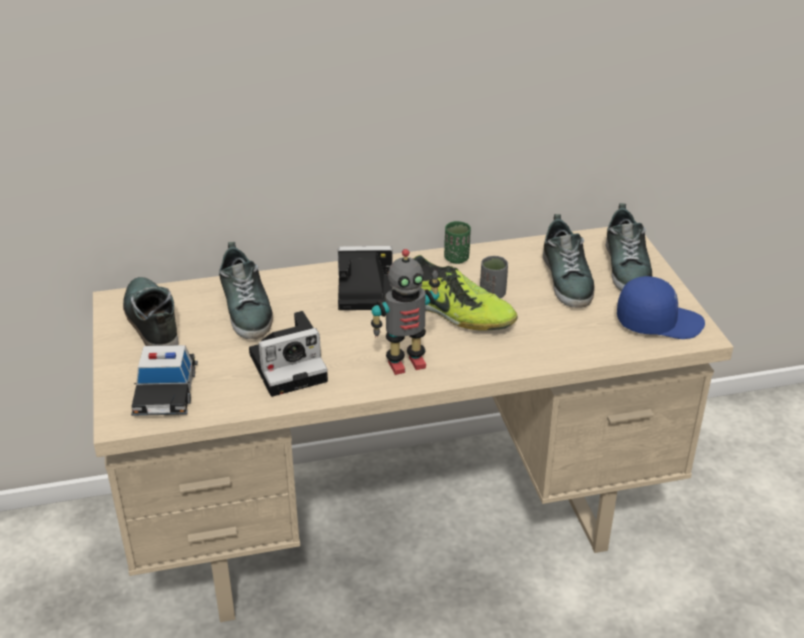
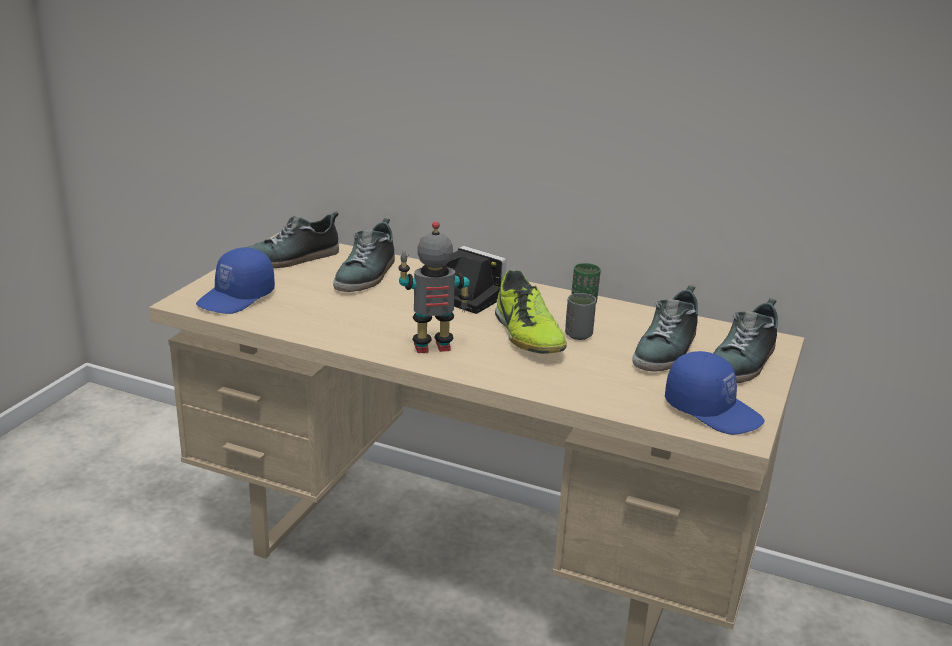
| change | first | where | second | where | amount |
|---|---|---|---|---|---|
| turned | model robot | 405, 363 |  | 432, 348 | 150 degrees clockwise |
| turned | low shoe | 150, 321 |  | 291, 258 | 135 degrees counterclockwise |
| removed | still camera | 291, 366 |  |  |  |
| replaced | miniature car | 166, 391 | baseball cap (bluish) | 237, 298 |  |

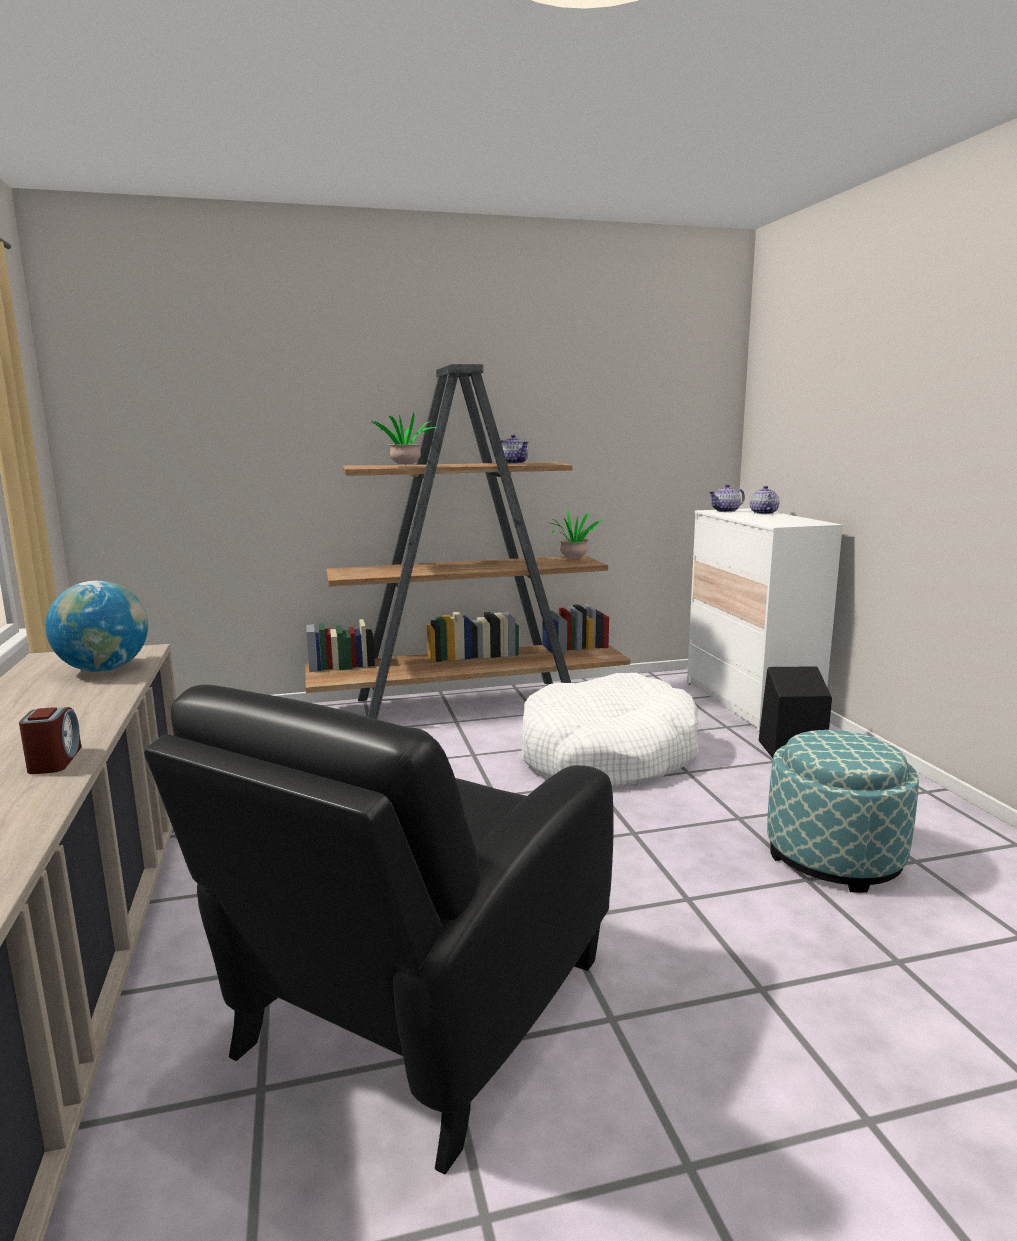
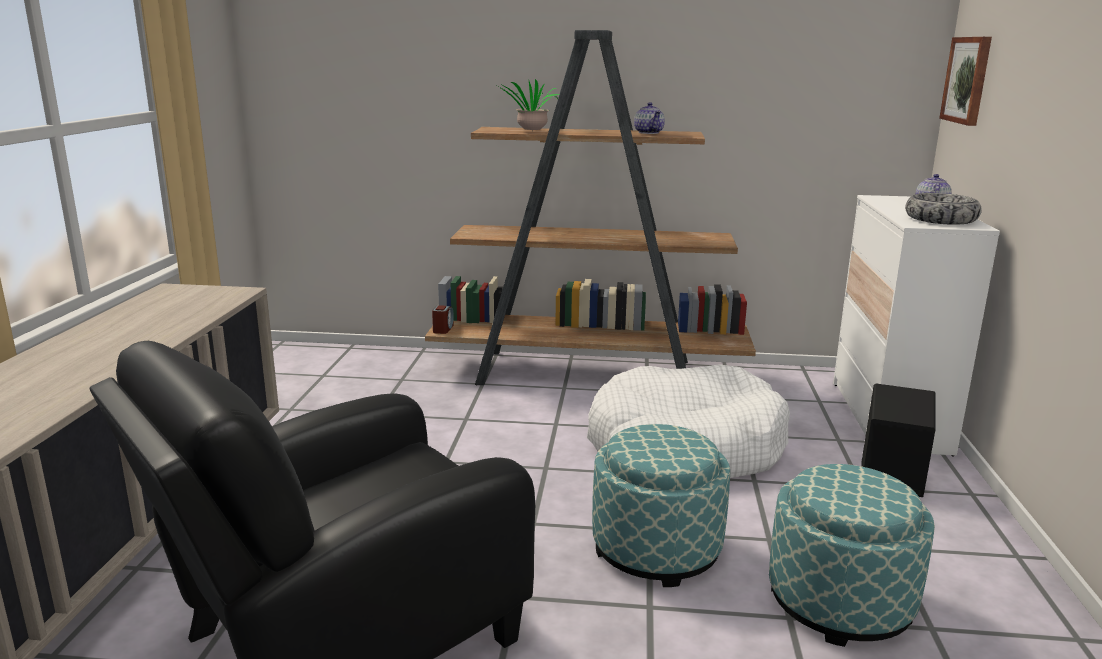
| change | first | where | second | where | amount |
|---|---|---|---|---|---|
| removed | tea pot | 726, 511 |  |  |  |
| removed | houseplant | 574, 559 |  |  |  |
| removed | desk globe | 104, 669 |  |  |  |
| moved | bedside clock | 55, 760 |  | 443, 329 |  |
| added |  |  | wall picture | 968, 80 |  |
| added |  |  | deep dish | 941, 219 |  |
| added |  |  | footrest | 656, 549 |  |

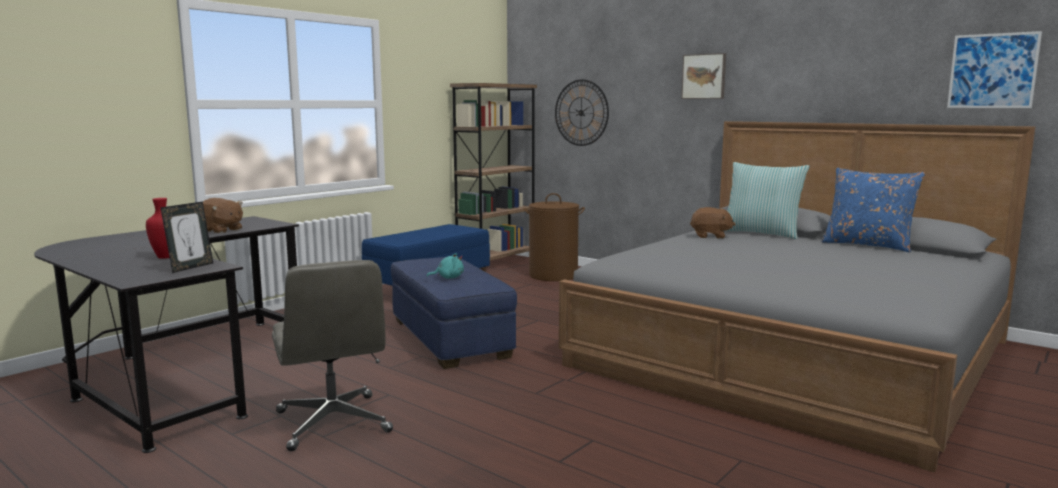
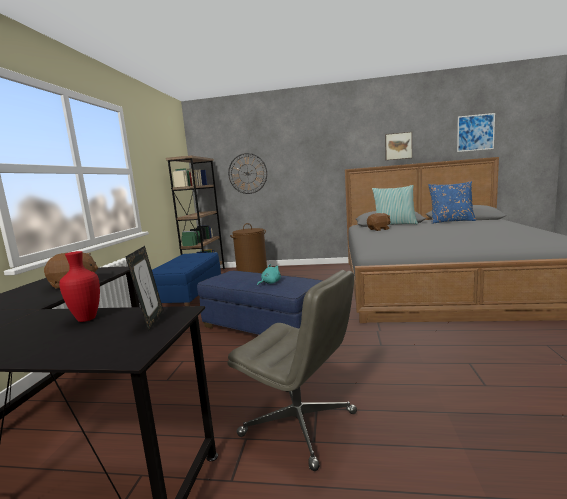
| change | first | where | second | where | amount |
|---|---|---|---|---|---|
| moved | wall picture | 704, 76 |  | 398, 146 |  |

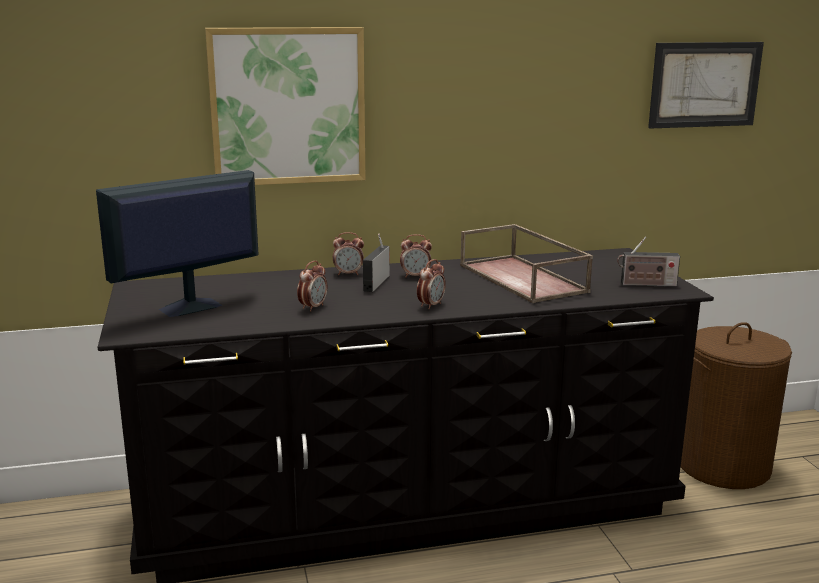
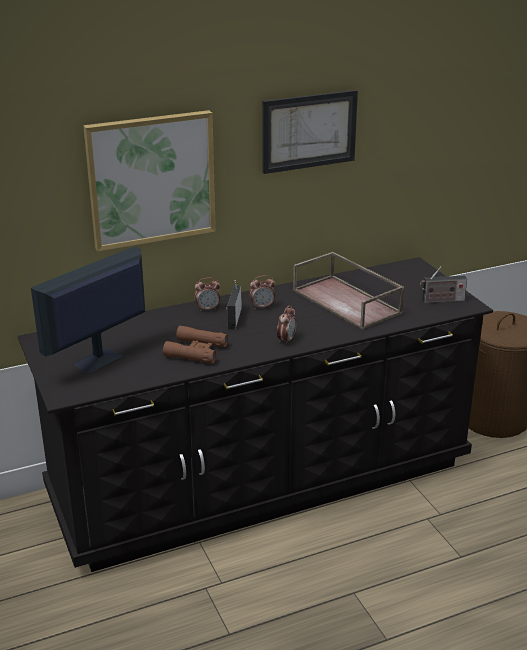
| change | first | where | second | where | amount |
|---|---|---|---|---|---|
| moved | wall picture | 704, 84 |  | 309, 131 |  |
| replaced | bedside clock | 313, 307 | field glasses (brown) | 196, 351 |  |

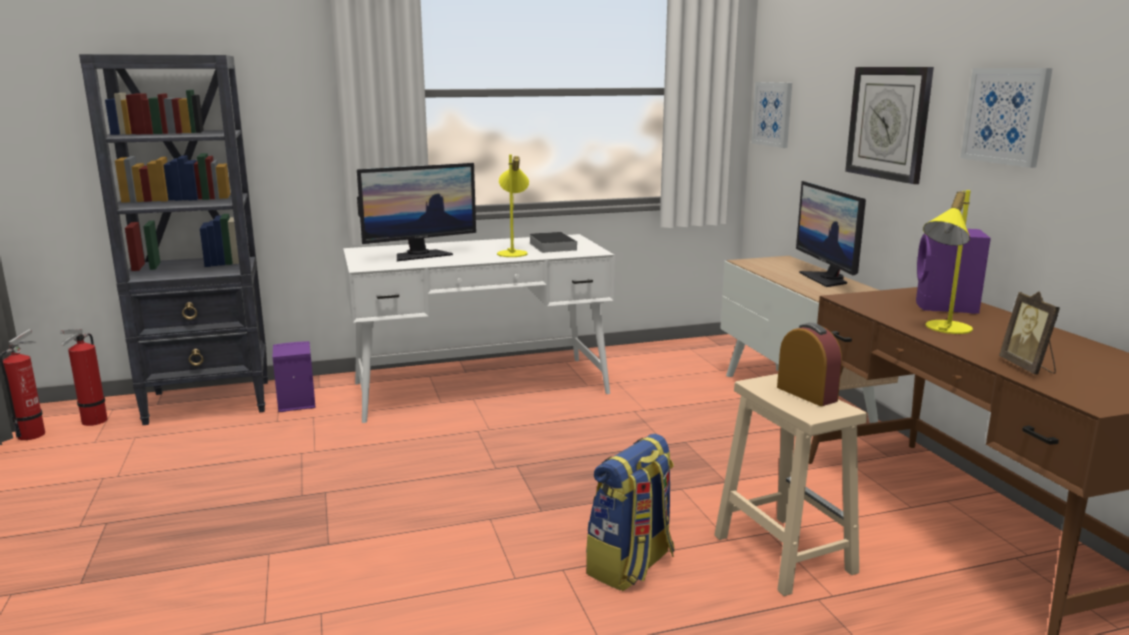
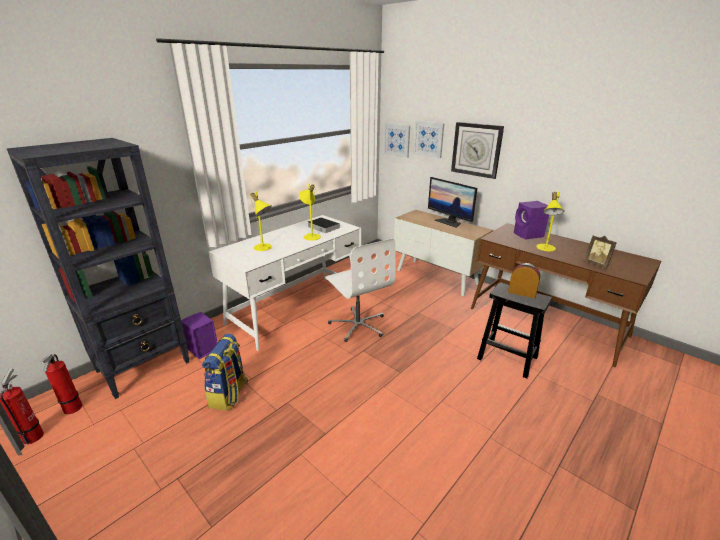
| change | first | where | second | where | amount |
|---|---|---|---|---|---|
| moved | wall picture | 1006, 116 |  | 429, 139 |  |
| replaced | monitor | 420, 255 | table lamp (yellow-coloured) | 264, 248 |  |
| recoloured | stool (beige) | 781, 552 | stool (black) | 506, 357 |  |
| moved | backpack | 631, 566 |  | 229, 395 |  |
| added |  |  | desk chair (whitish) | 358, 325 |  |

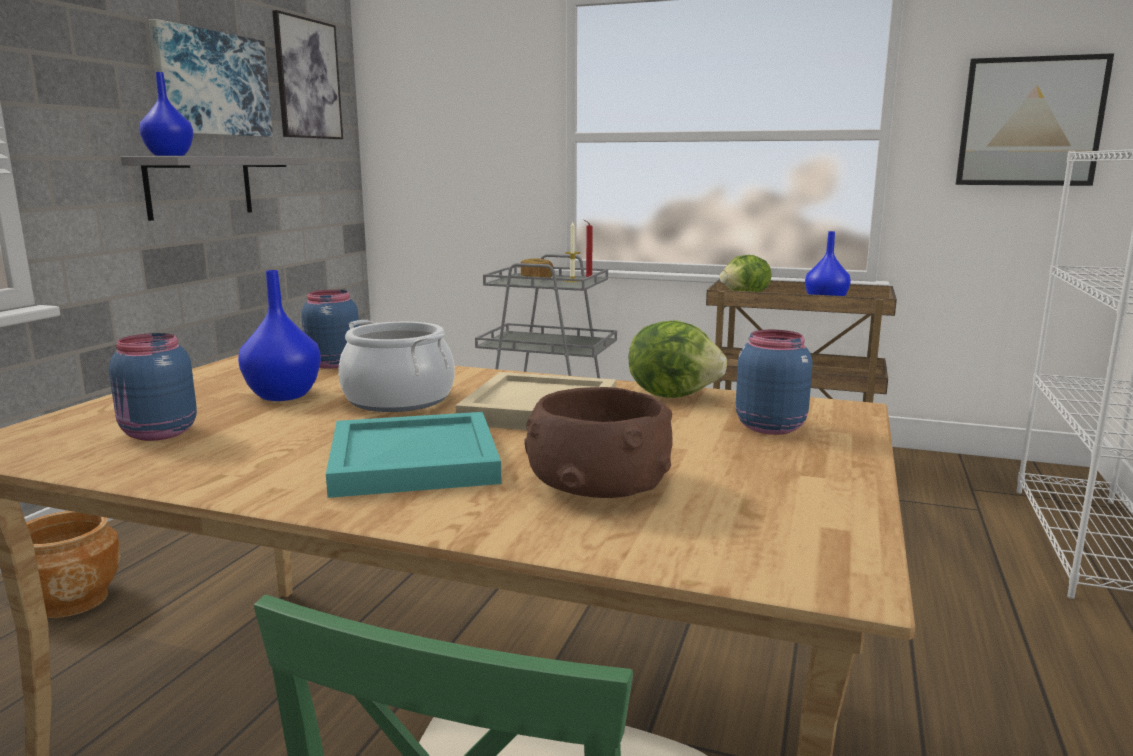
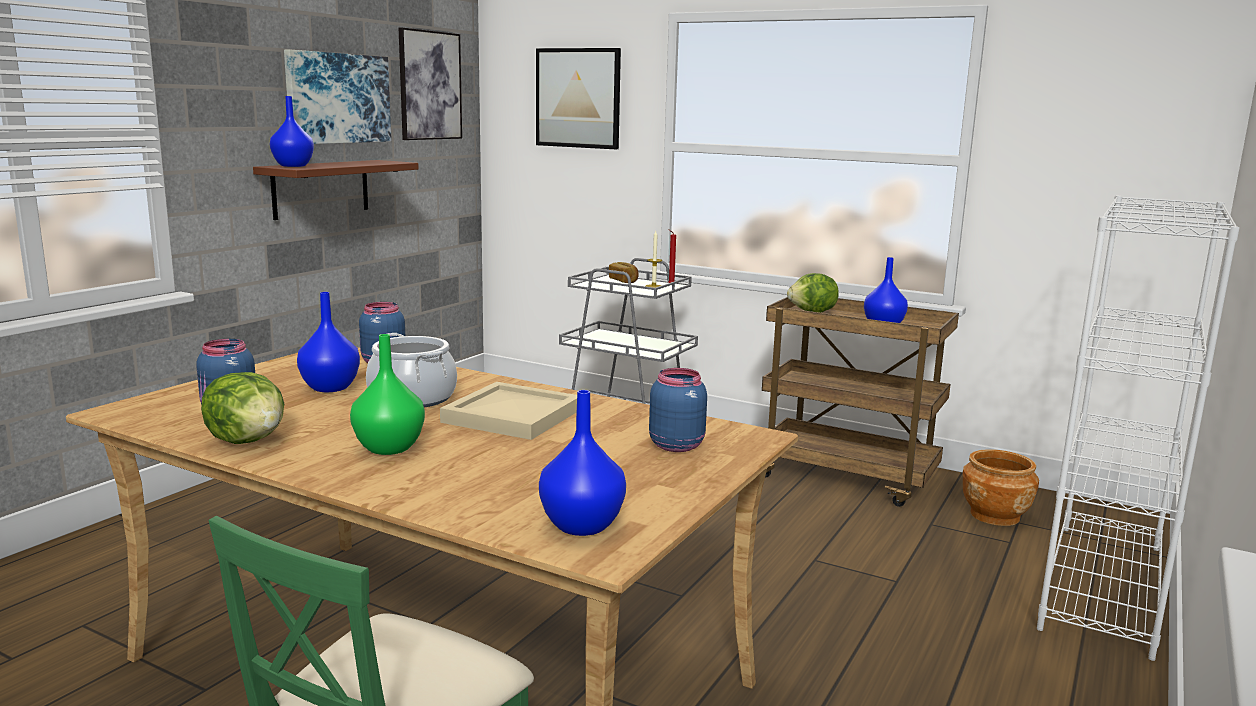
| change | first | where | second | where | amount |
|---|---|---|---|---|---|
| moved | wall picture | 1030, 122 |  | 578, 98 |  |
| recoloured | wall shelf (greyish) | 200, 186 | wall shelf (brown) | 321, 188 |  |
| moved | head of lettuce | 673, 395 |  | 248, 440 |  |
| removed | deep dish (brown) | 597, 483 |  |  |  |
| replaced | carrying tray (turquoise) | 411, 462 | decorative vase (green) | 387, 448 |  |
| moved | plant pot (brown) | 71, 600 |  | 994, 515 |  |
| added |  |  | decorative vase (bluish) | 581, 526 |  |

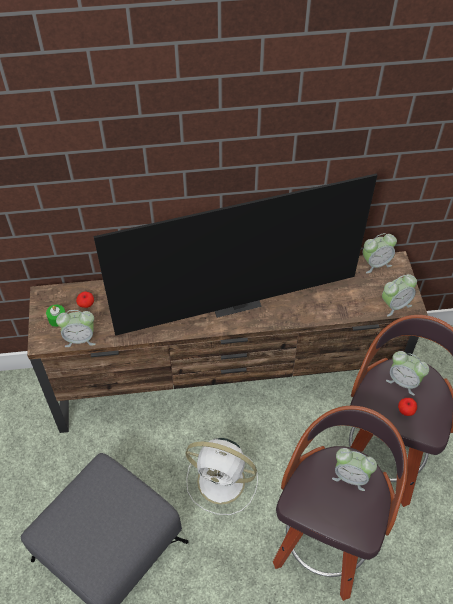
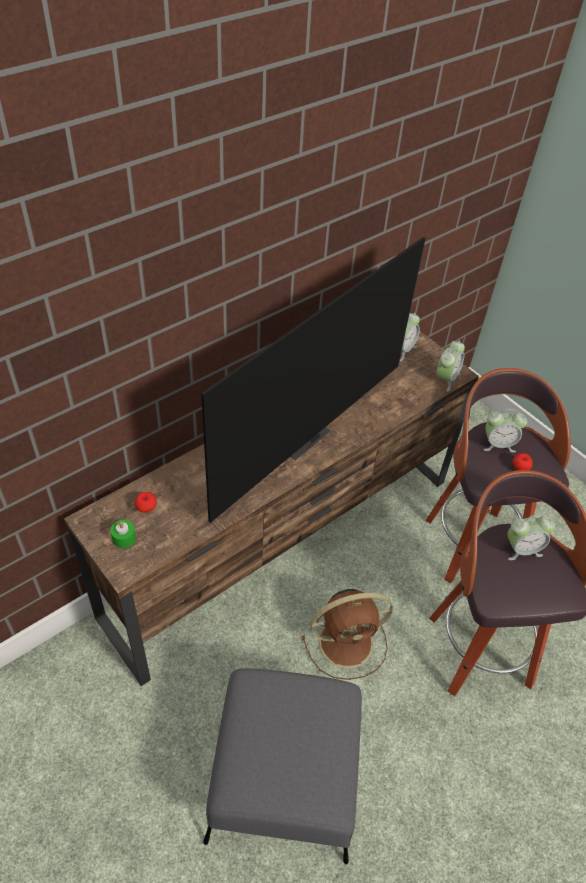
| change | first | where | second | where | amount |
|---|---|---|---|---|---|
| removed | bedside clock | 80, 338 |  |  |  |
| recoloured | fan (whitish) | 223, 482 | fan (brown) | 348, 642 |  |

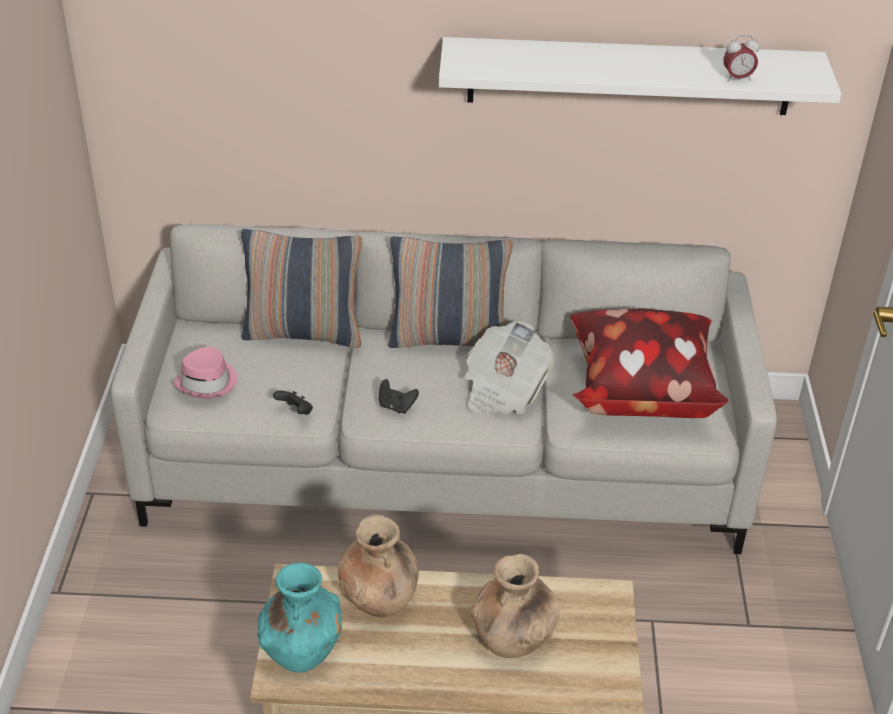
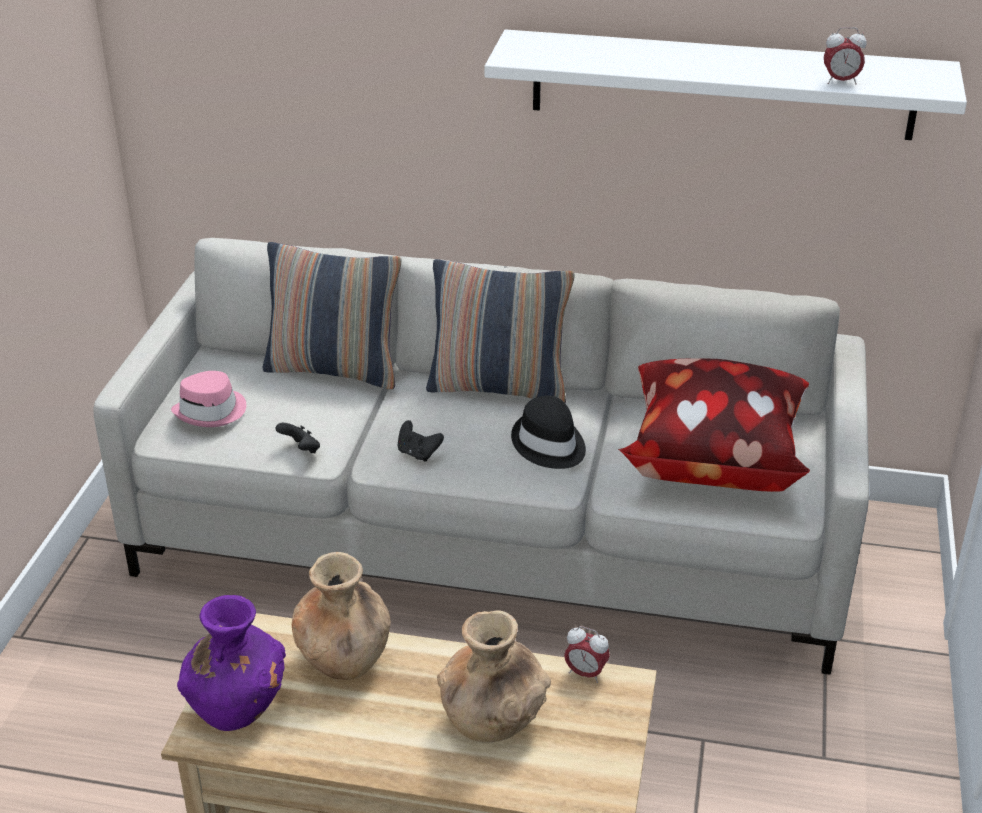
| change | first | where | second | where | amount |
|---|---|---|---|---|---|
| replaced | daily paper | 503, 389 | wearable hat (black) | 549, 445 |  |
| recoloured | decorative vase (turquoise) | 302, 647 | decorative vase (purple) | 237, 704 |  |
| added |  |  | bedside clock | 585, 673 |  |

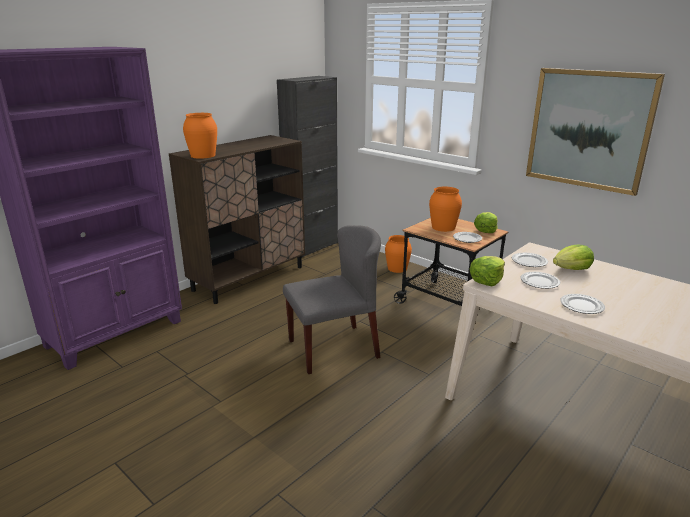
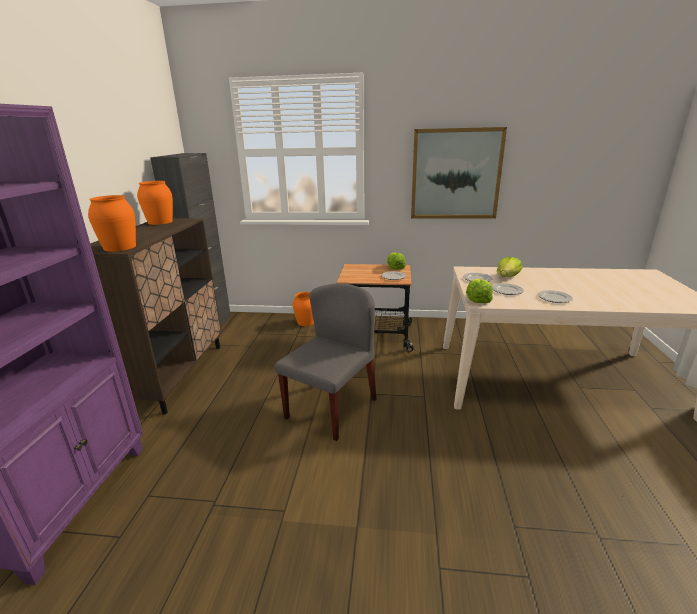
| change | first | where | second | where | amount |
|---|---|---|---|---|---|
| moved | decorative vase (orangey) | 443, 227 |  | 160, 222 |  |

